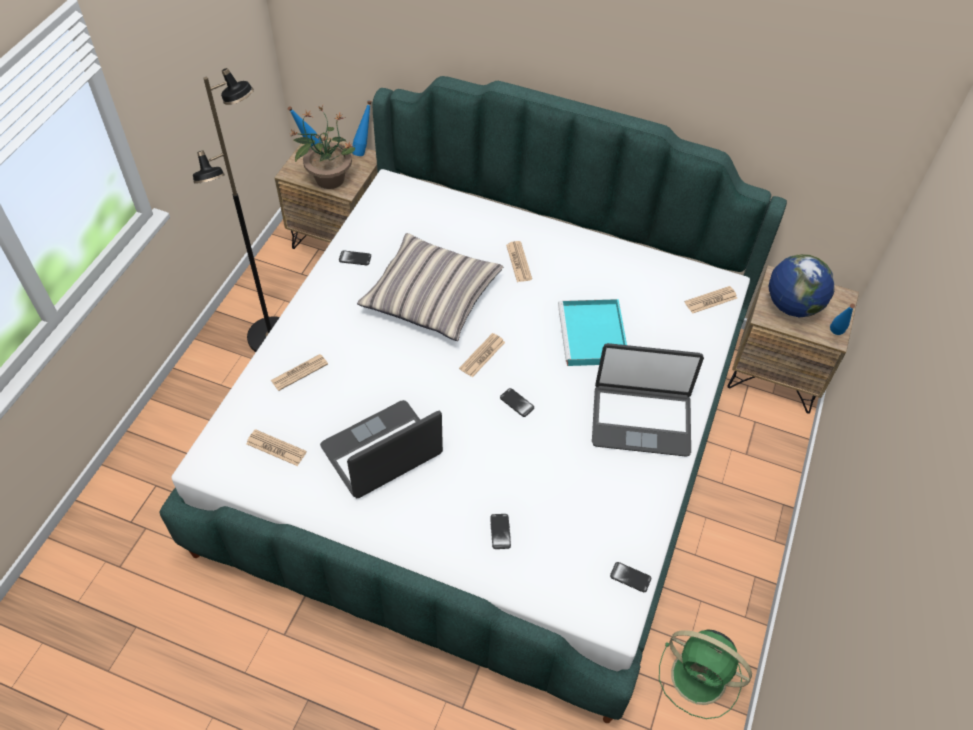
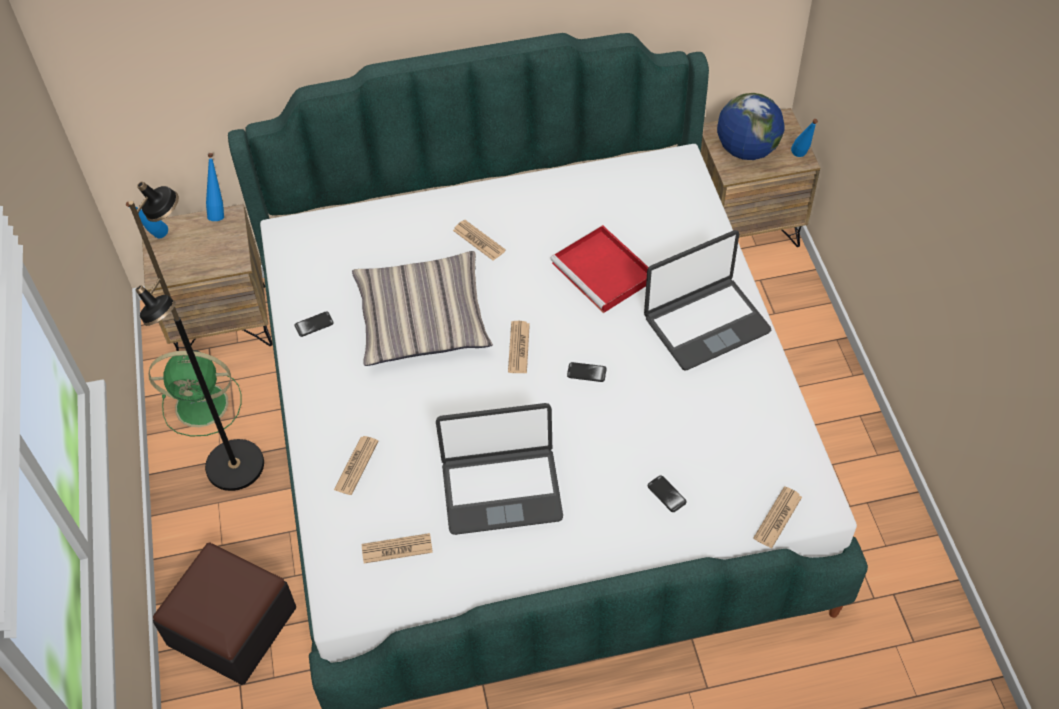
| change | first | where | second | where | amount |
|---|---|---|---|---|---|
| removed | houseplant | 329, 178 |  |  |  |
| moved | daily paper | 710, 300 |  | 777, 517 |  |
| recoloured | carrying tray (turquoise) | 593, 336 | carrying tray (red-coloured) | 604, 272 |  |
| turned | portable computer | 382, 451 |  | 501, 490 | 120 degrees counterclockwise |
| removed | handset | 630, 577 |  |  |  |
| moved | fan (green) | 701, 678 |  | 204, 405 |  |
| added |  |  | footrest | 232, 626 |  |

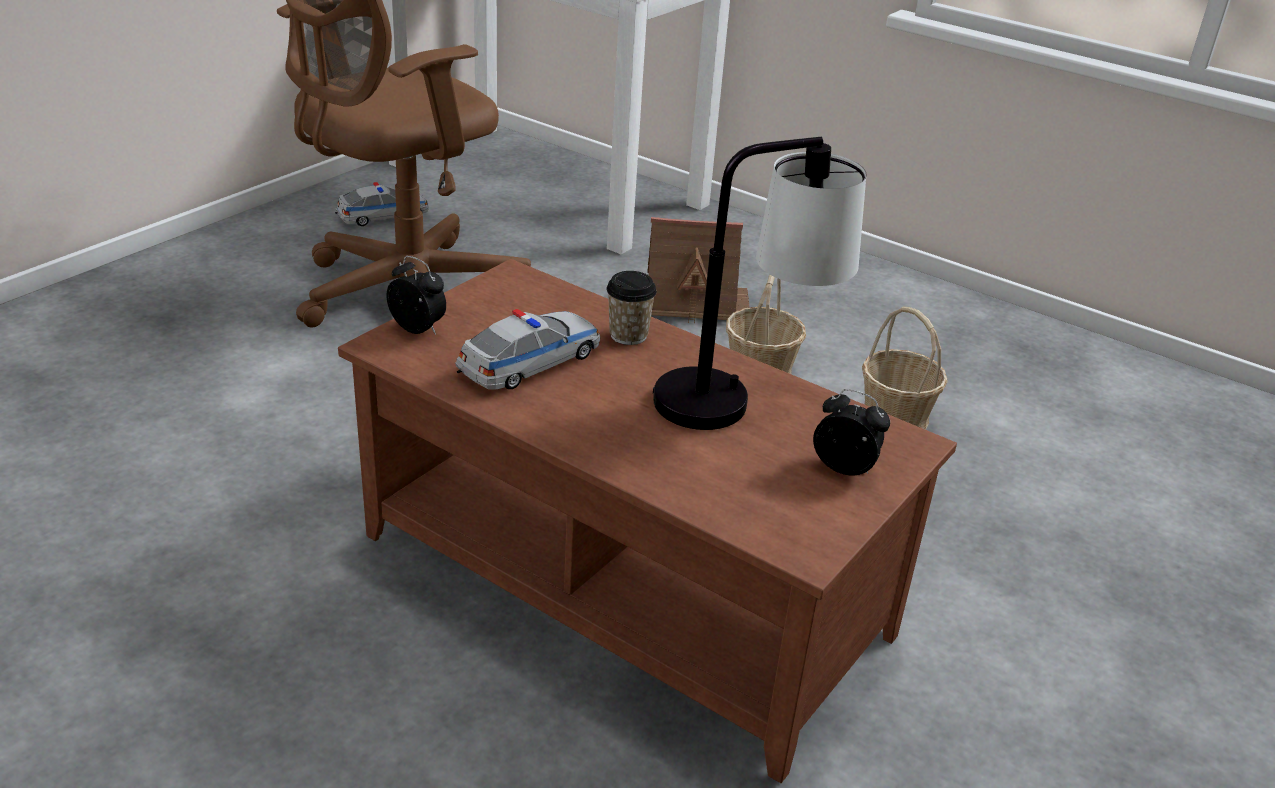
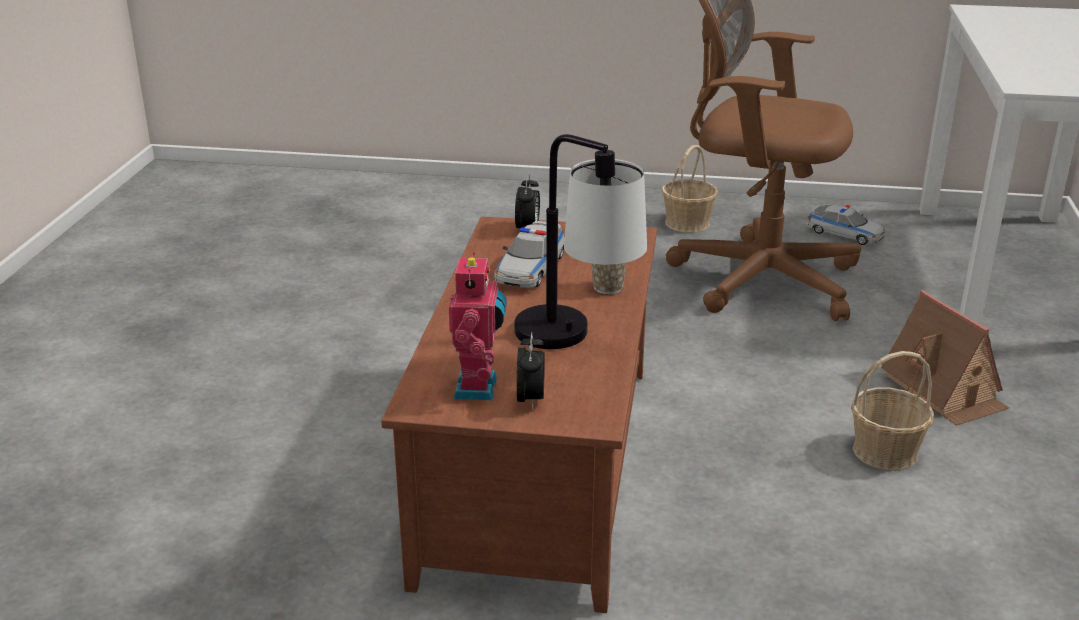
| change | first | where | second | where | amount |
|---|---|---|---|---|---|
| moved | storage basket | 895, 416 |  | 688, 223 |  |
| turned | miniature car | 530, 362 |  | 531, 268 | 90 degrees clockwise |
| added |  |  | model robot | 479, 388 |  |

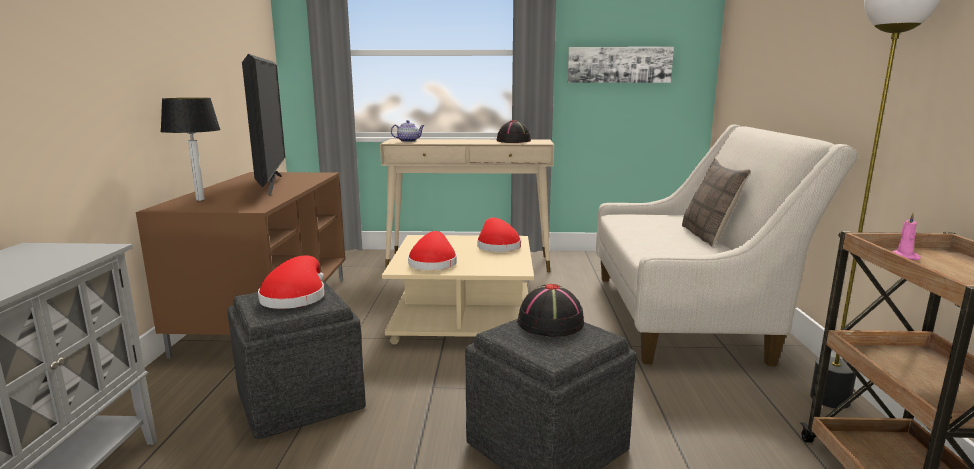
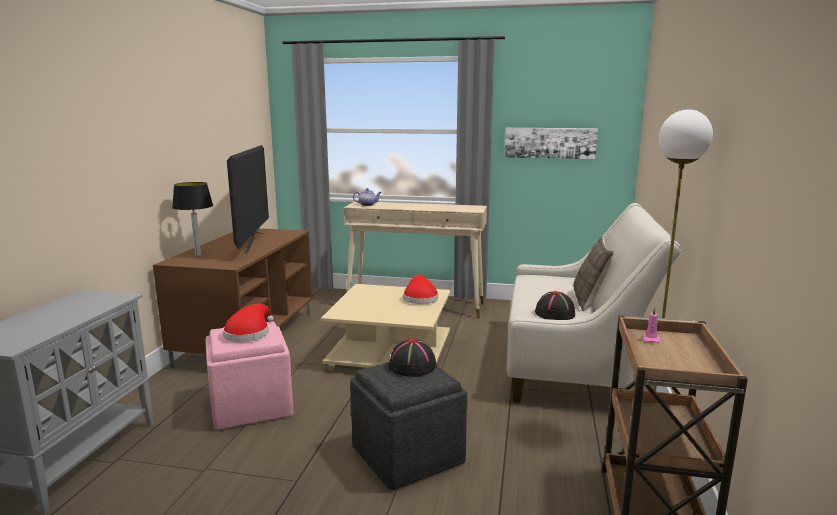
| change | first | where | second | where | amount |
|---|---|---|---|---|---|
| moved | wearable hat (black) | 514, 141 |  | 555, 313 |  |
| removed | wearable hat (red-coloured) | 433, 263 |  |  |  |
| recoloured | footrest (greyish) | 301, 400 | footrest (pink) | 252, 406 |  |

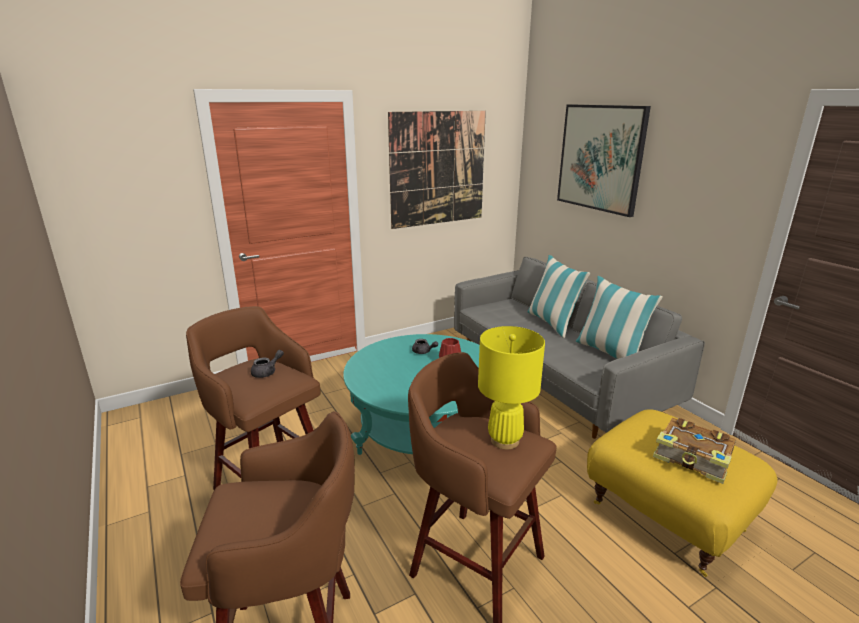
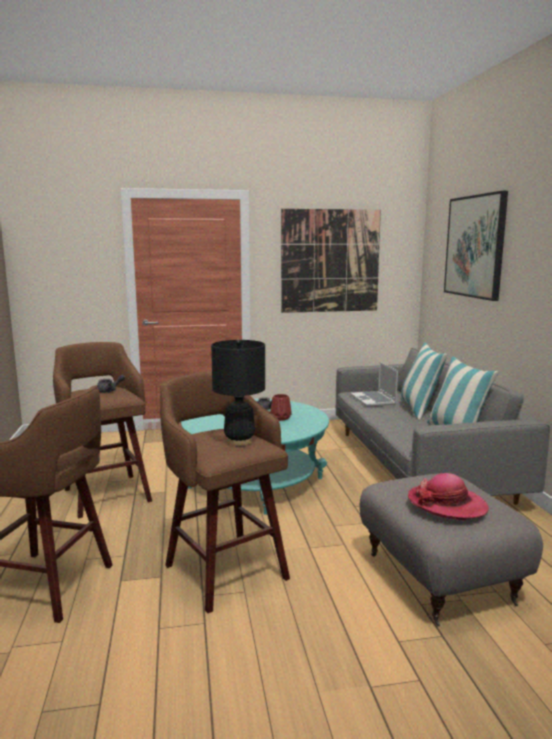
| change | first | where | second | where | amount |
|---|---|---|---|---|---|
| recoloured | table lamp (yellow-coloured) | 505, 440 | table lamp (black) | 239, 441 |  |
| recoloured | footrest (yellow-coloured) | 668, 515 | footrest (greyish) | 441, 578 |  |
| replaced | volume | 693, 458 | wearable hat | 447, 504 |  |
| added |  |  | portable computer | 374, 400 |  |

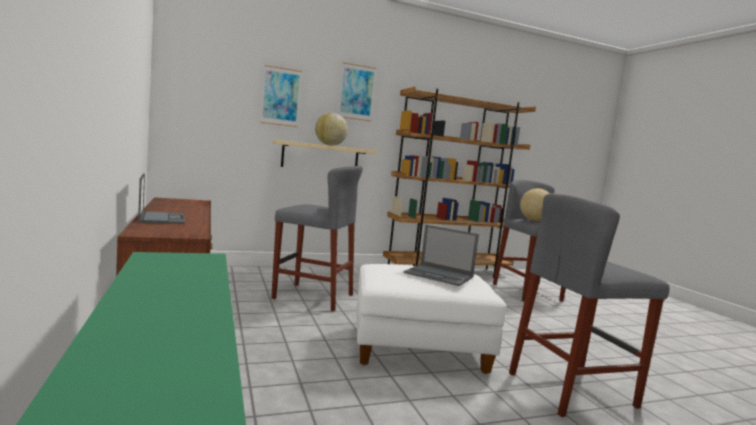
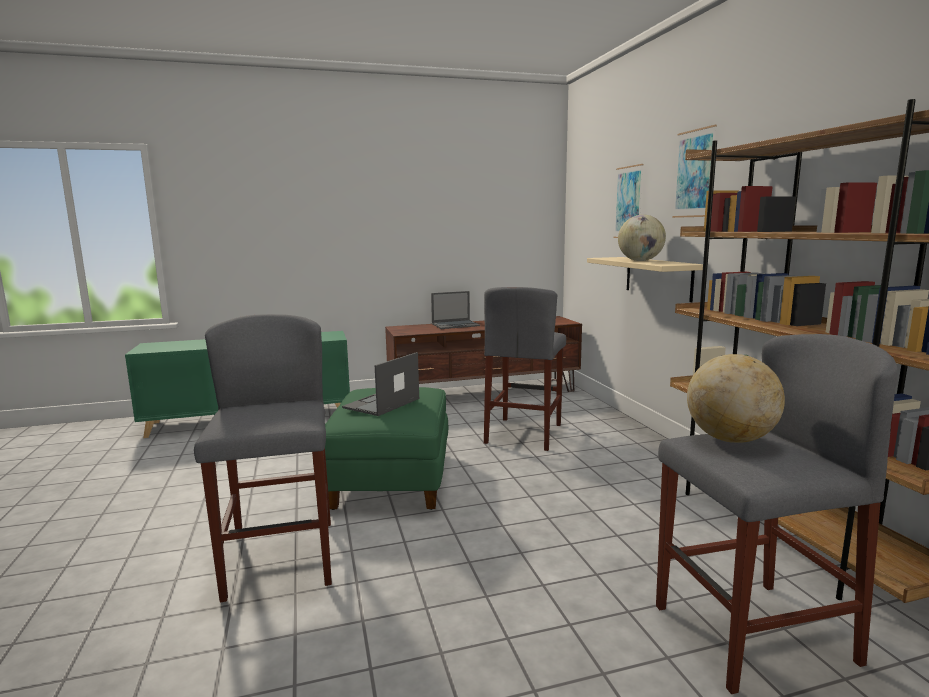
| change | first | where | second | where | amount |
|---|---|---|---|---|---|
| recoloured | footrest (whitish) | 419, 348 | footrest (green) | 392, 479 |  |

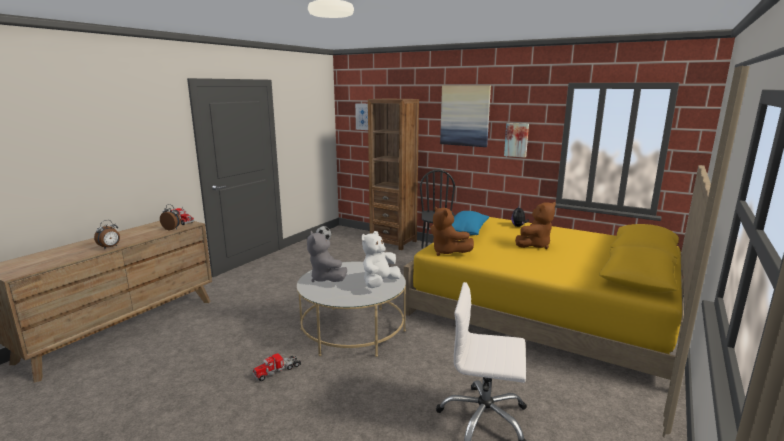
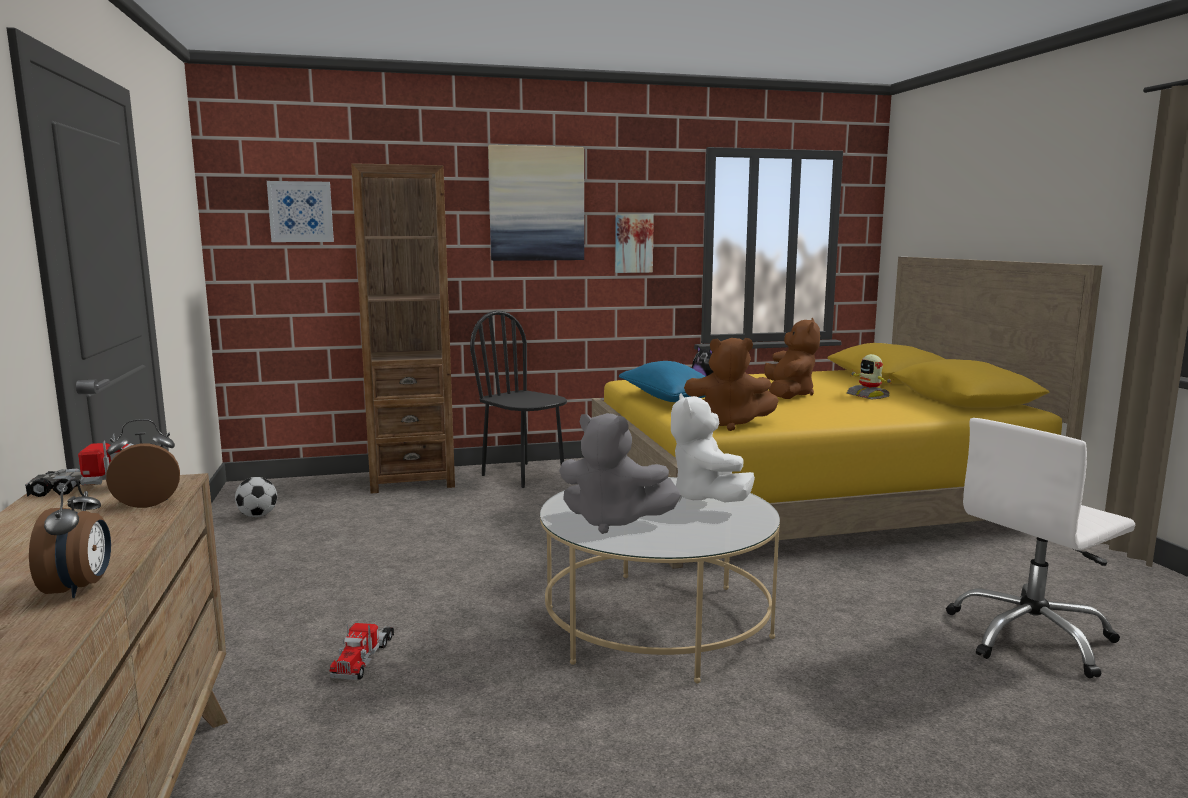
| change | first | where | second | where | amount |
|---|---|---|---|---|---|
| moved | toy lorry | 277, 370 |  | 364, 657 |  |
| added |  |  | model robot | 868, 396 |  |

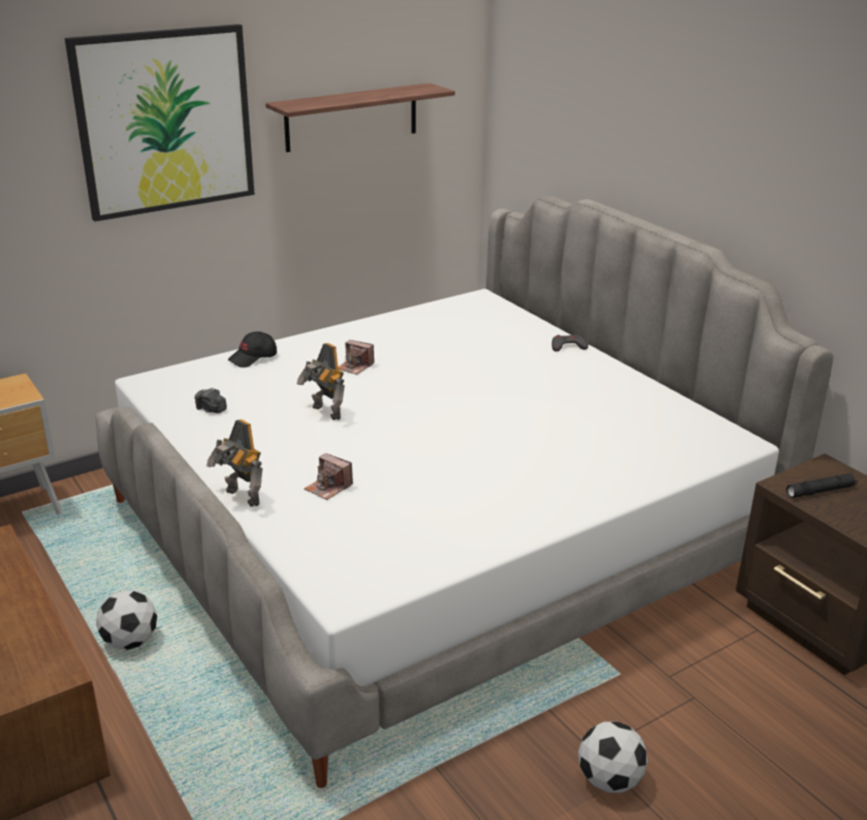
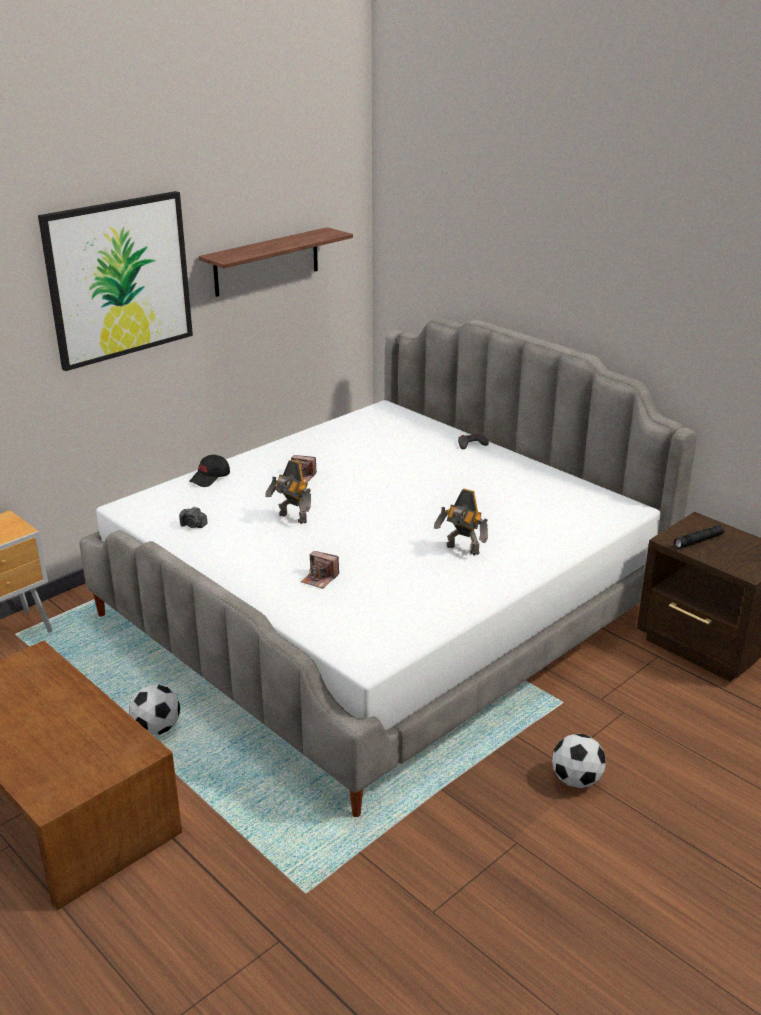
| change | first | where | second | where | amount |
|---|---|---|---|---|---|
| moved | model robot | 241, 498 |  | 462, 550 |  |

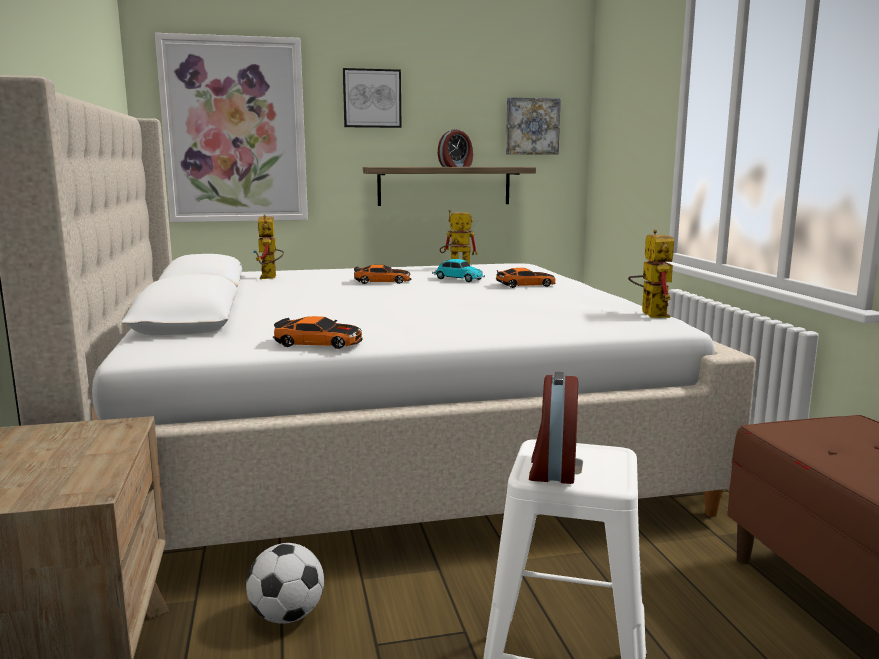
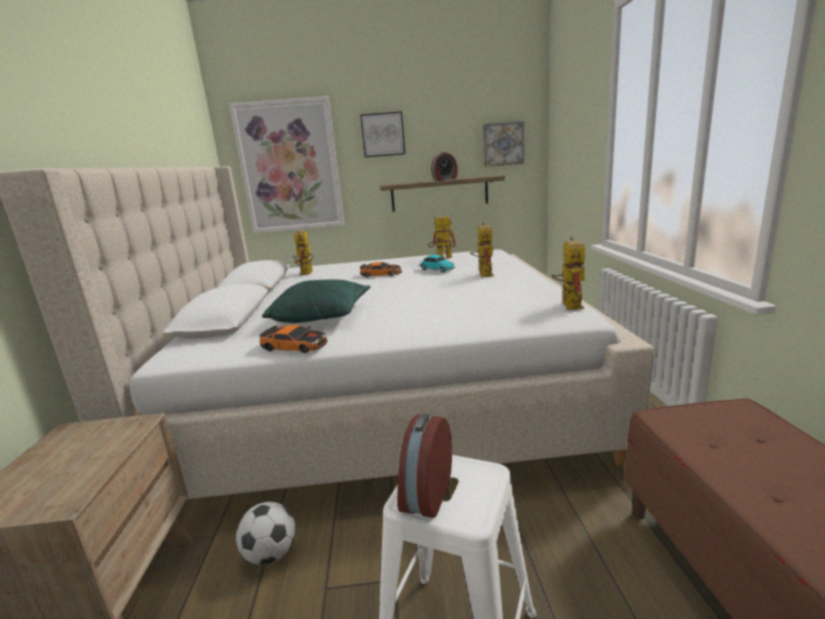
| change | first | where | second | where | amount |
|---|---|---|---|---|---|
| replaced | miniature car | 525, 284 | model robot | 483, 273 |  |
| added |  |  | pillow (green) | 322, 316 |  |

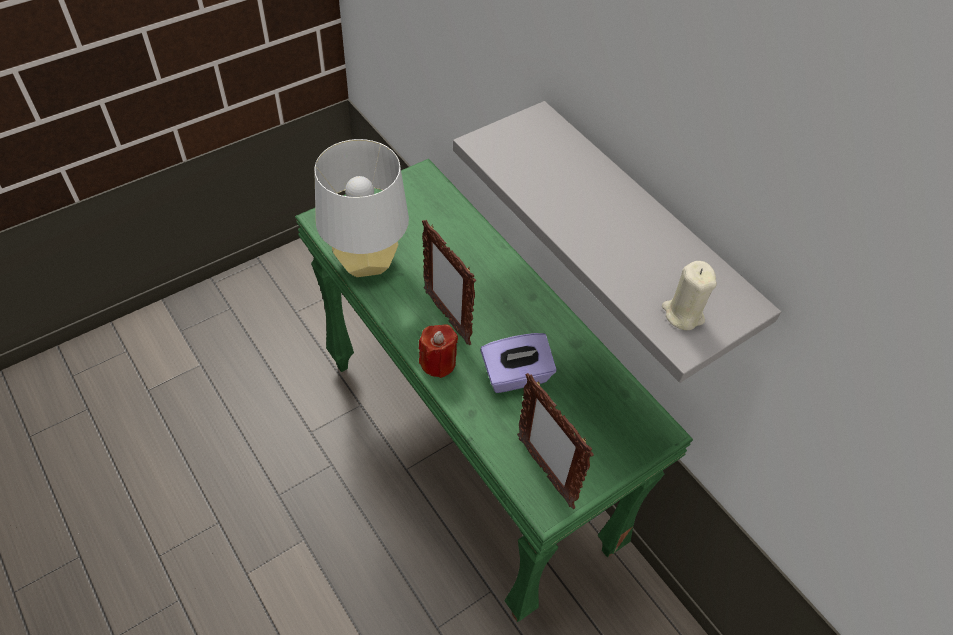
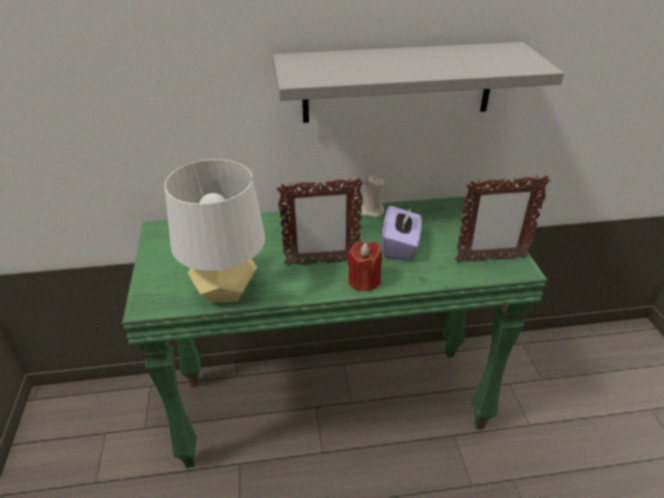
| change | first | where | second | where | amount |
|---|---|---|---|---|---|
| moved | wax light (beige) | 682, 314 |  | 372, 211 |  |

